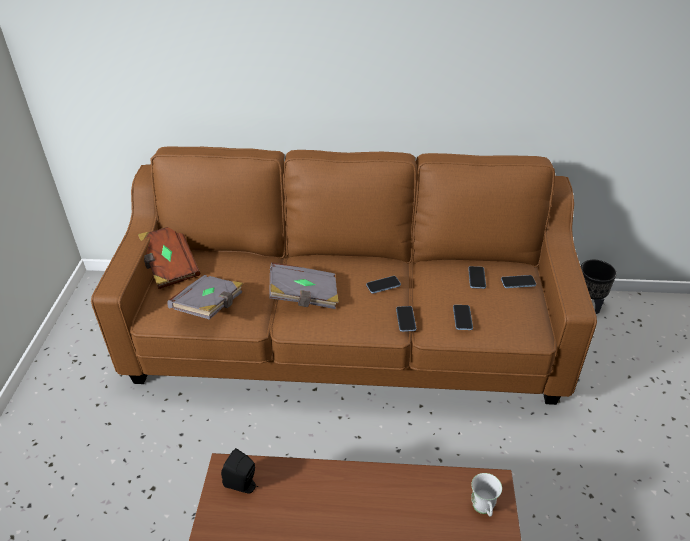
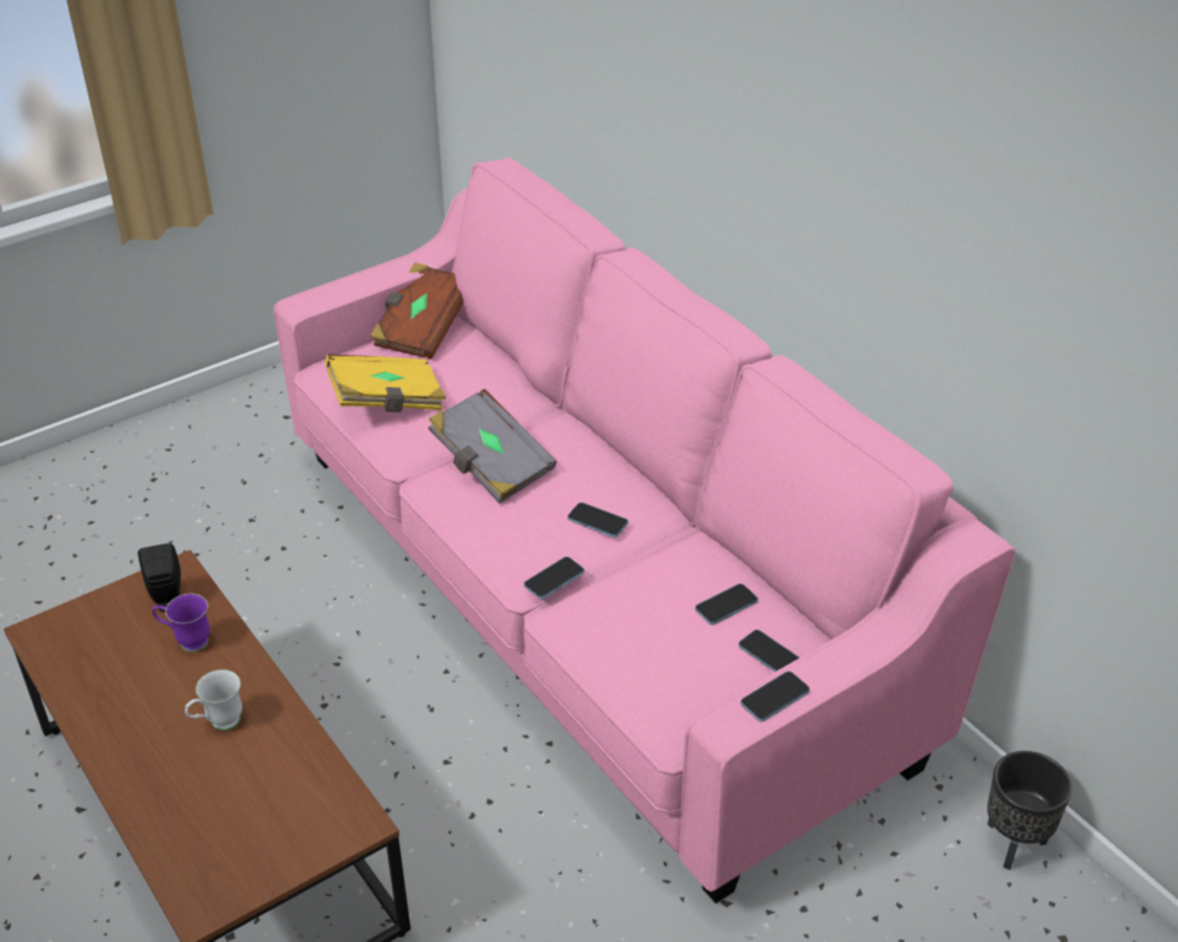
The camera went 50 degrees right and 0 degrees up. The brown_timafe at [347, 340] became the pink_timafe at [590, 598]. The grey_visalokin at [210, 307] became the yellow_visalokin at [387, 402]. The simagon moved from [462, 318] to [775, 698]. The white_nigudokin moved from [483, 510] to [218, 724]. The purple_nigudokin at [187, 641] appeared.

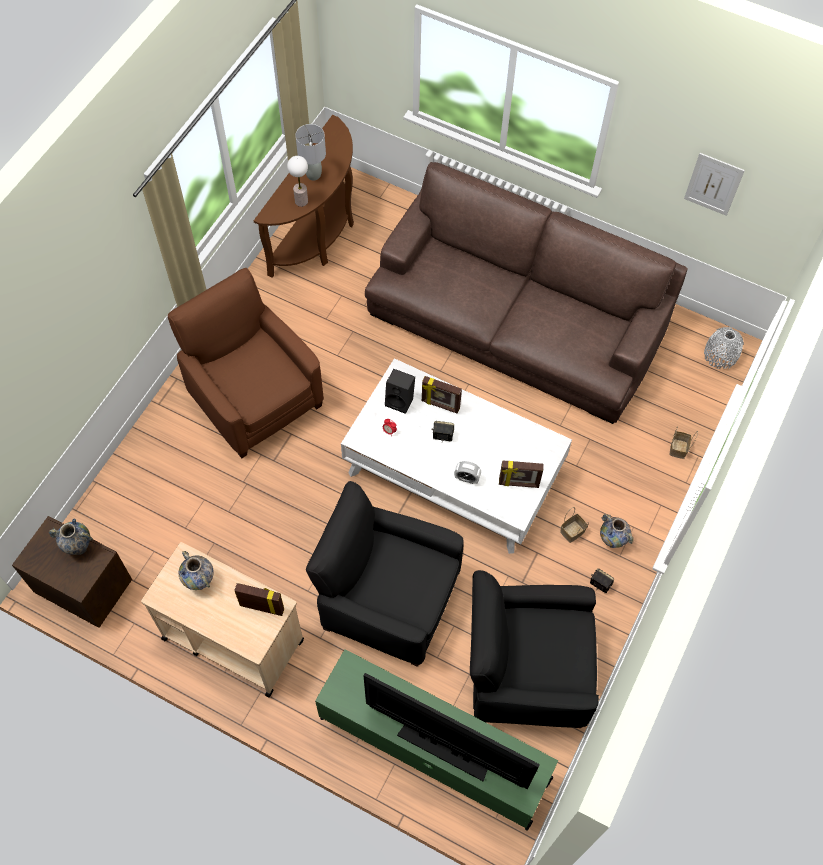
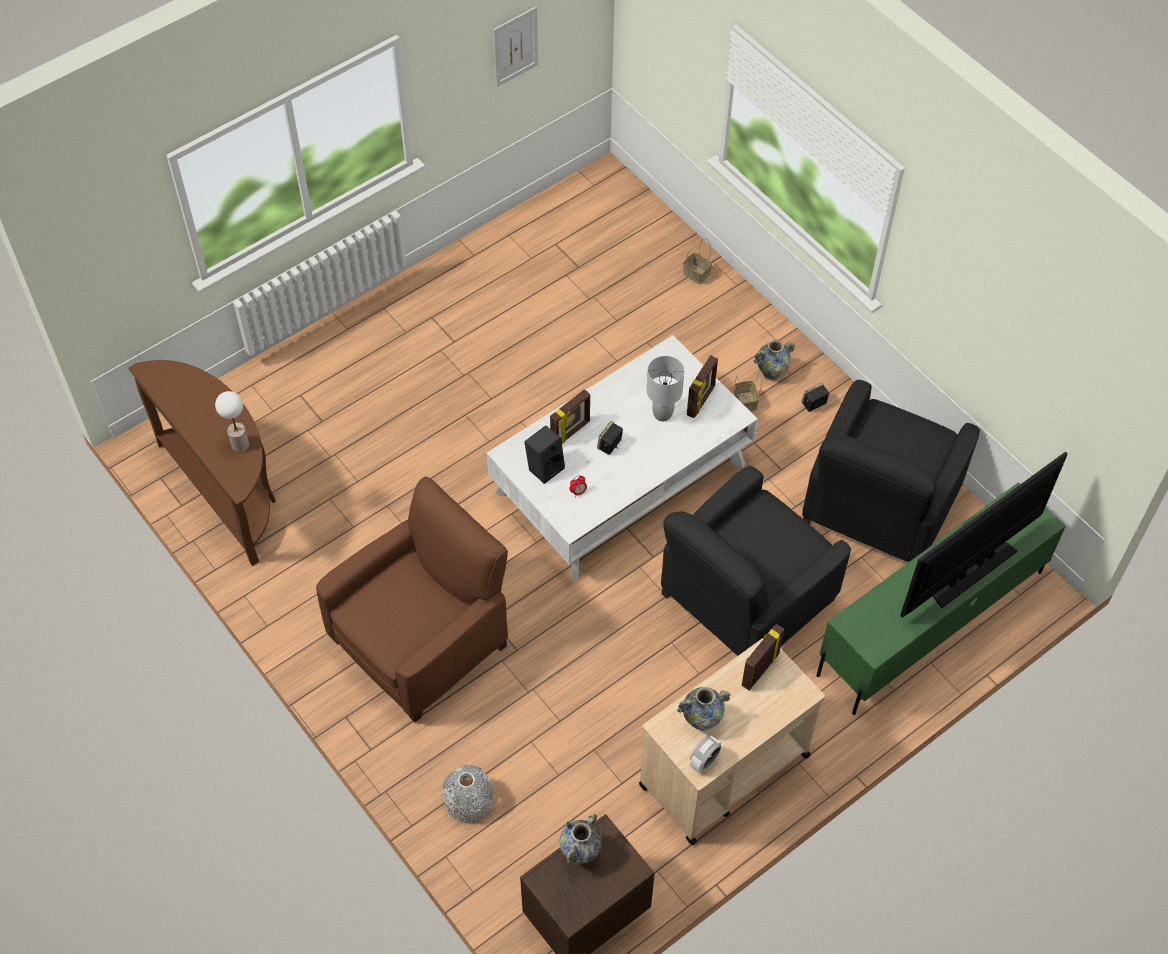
The camera went 65 degrees left and 5 degrees down. The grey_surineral moved from [313, 175] to [662, 414]. The brown_timafe at [516, 320] disappeared. The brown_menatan at [254, 398] turned 150 degrees clockwise. The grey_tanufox moved from [720, 355] to [468, 801]. The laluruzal moved from [467, 478] to [704, 761].

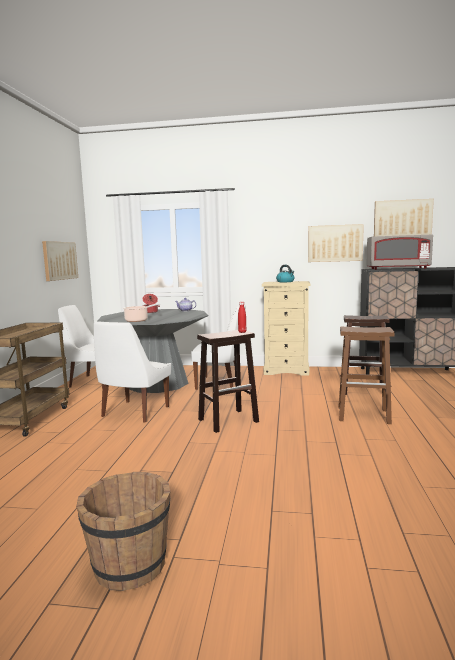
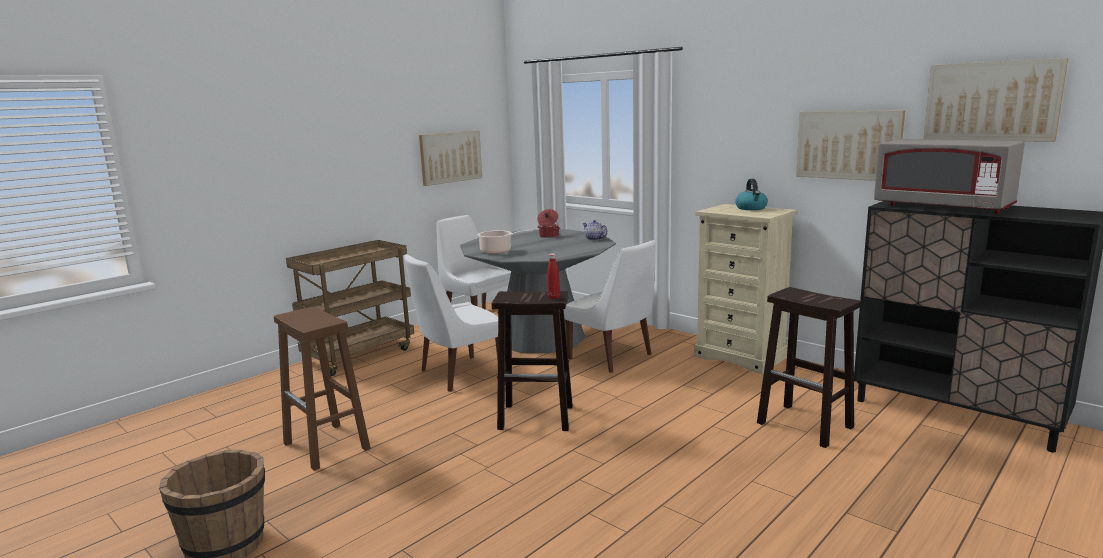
The camera went 35 degrees right and 5 degrees up. The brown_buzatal moved from [364, 415] to [327, 446].

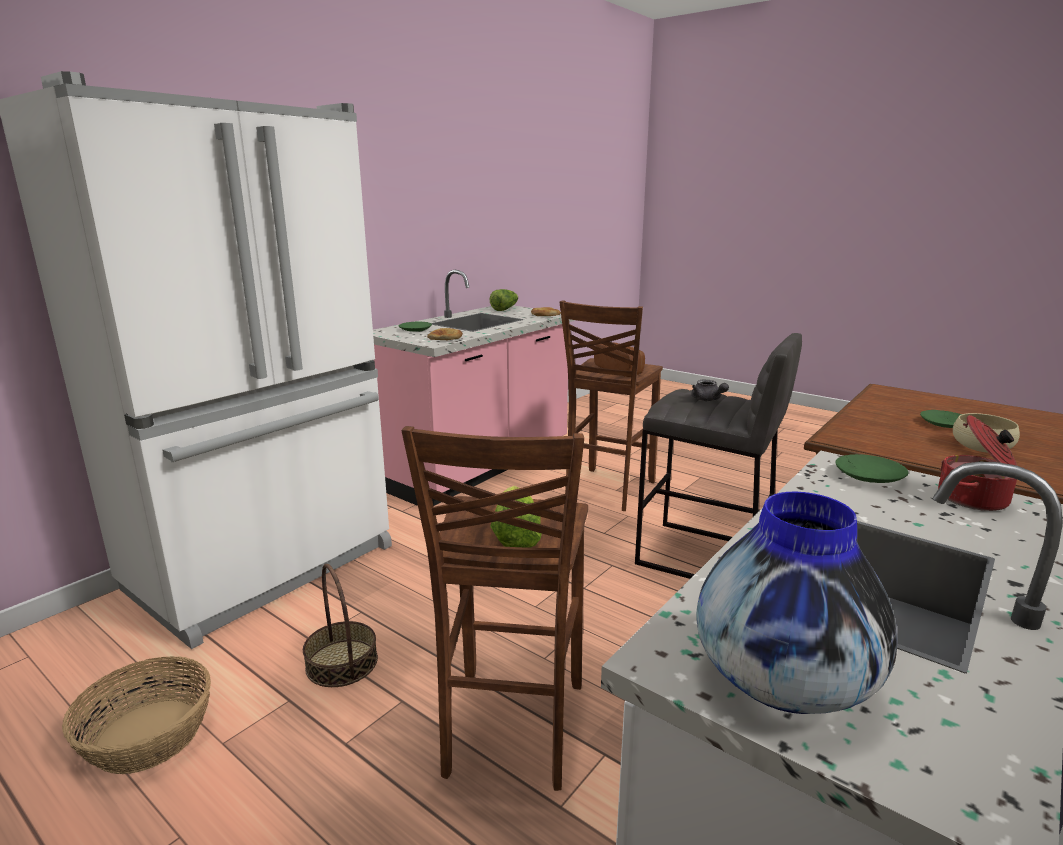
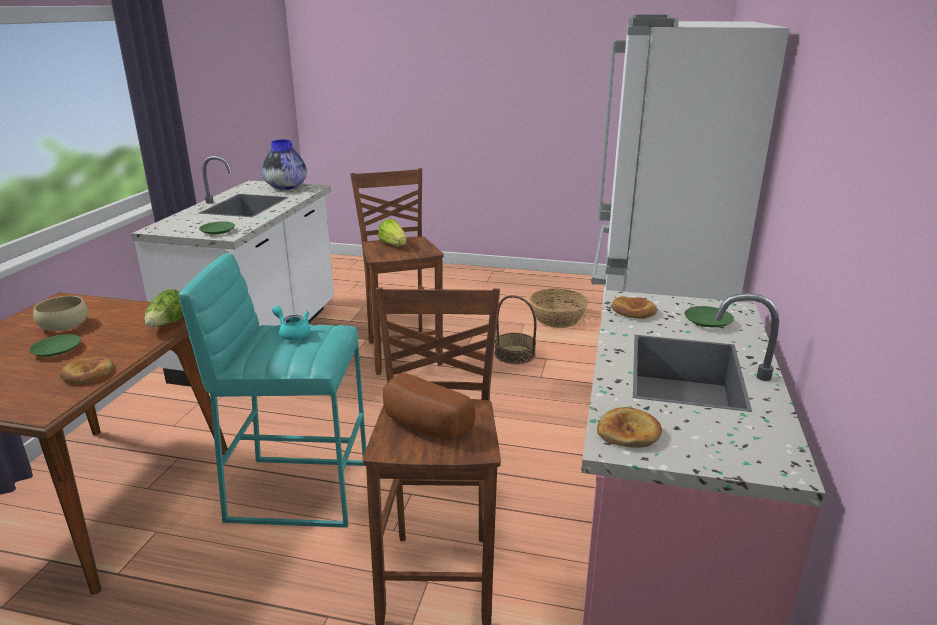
The camera went 155 degrees right and 5 degrees up. The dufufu moved from [504, 309] to [168, 324]. The grey_buzatal at [705, 557] became the turquoise_buzatal at [298, 490]. The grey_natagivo at [707, 400] became the turquoise_natagivo at [292, 333]. The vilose at [974, 499] disappeared. The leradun at [88, 374] appeared.

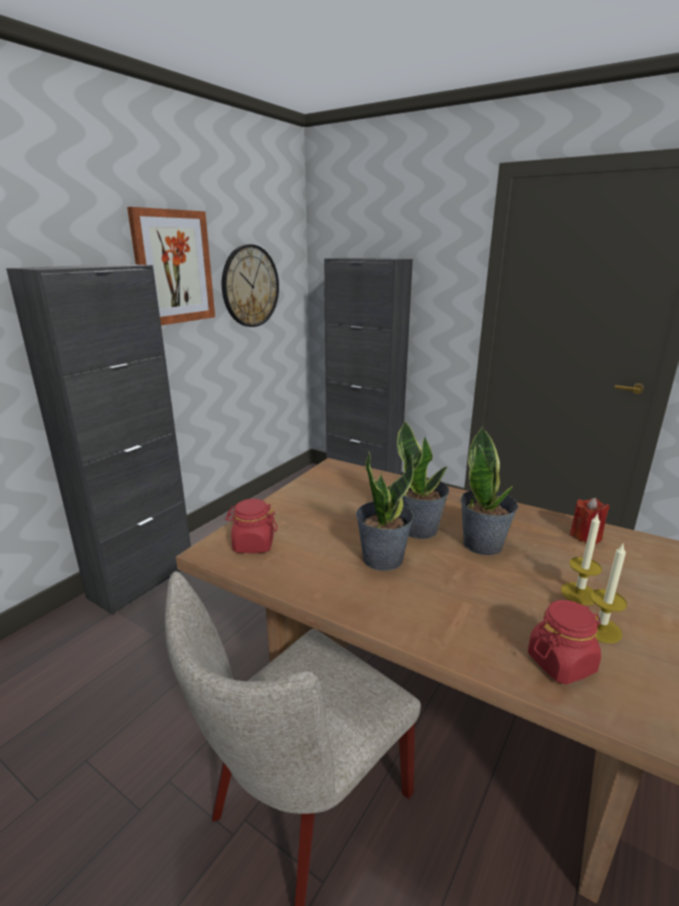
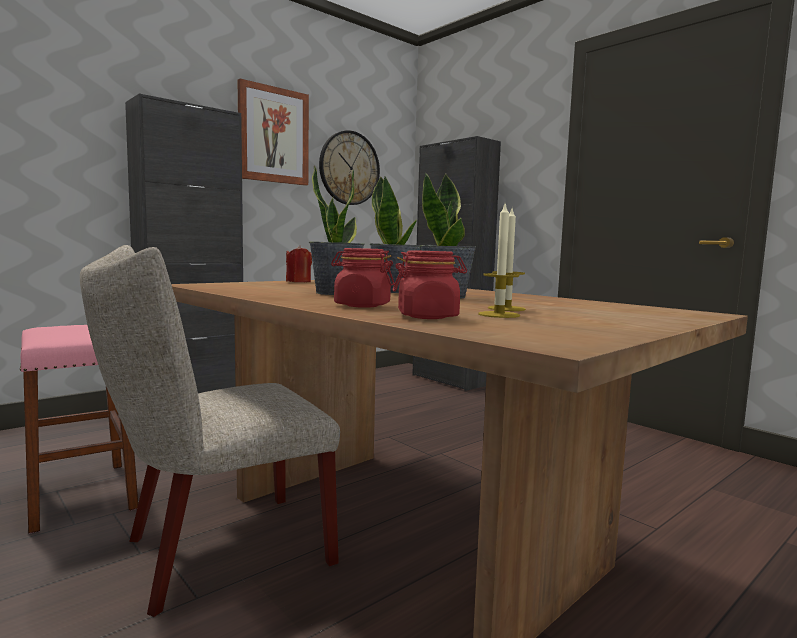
The camera went 15 degrees right and 15 degrees down. The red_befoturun moved from [585, 536] to [298, 282]. The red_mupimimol moved from [253, 544] to [362, 305]. The pink_buzatal at [81, 495] appeared.

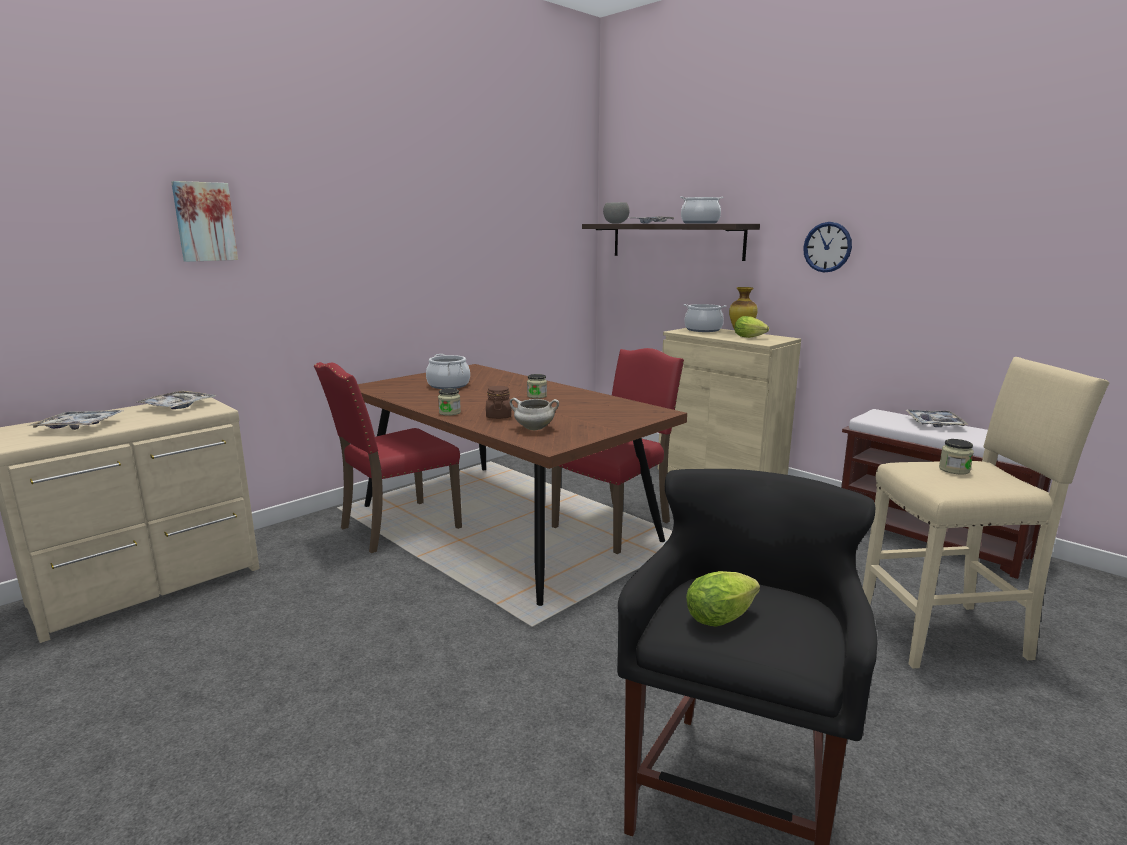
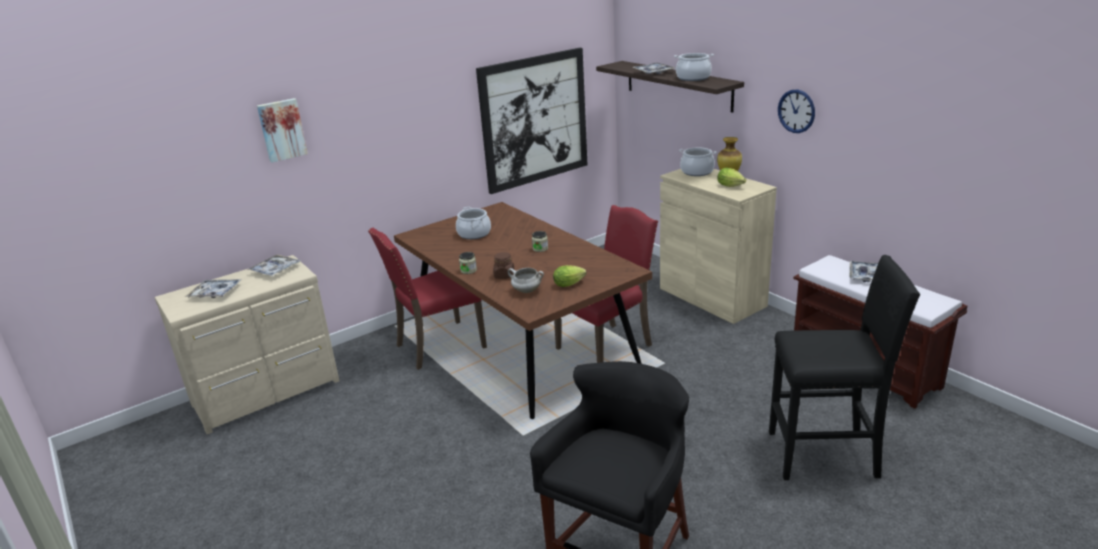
The camera went 10 degrees right and 10 degrees up. The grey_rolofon at [615, 223] disappeared. The beige_buzatal at [946, 634] became the black_buzatal at [825, 455]. The mupimimol at [954, 470] disappeared. The dufufu moved from [723, 617] to [570, 284]. The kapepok at [534, 120] appeared.

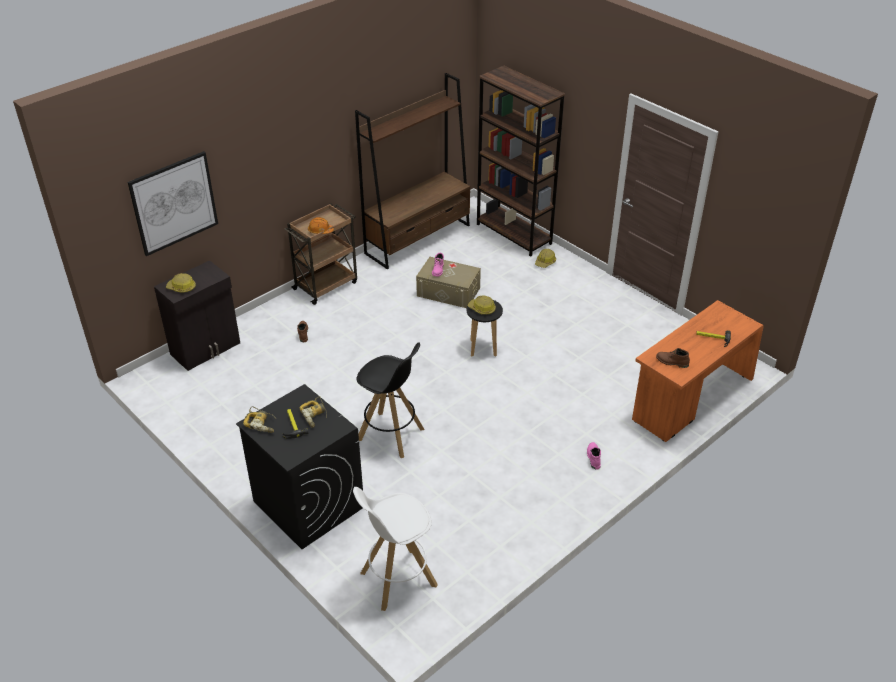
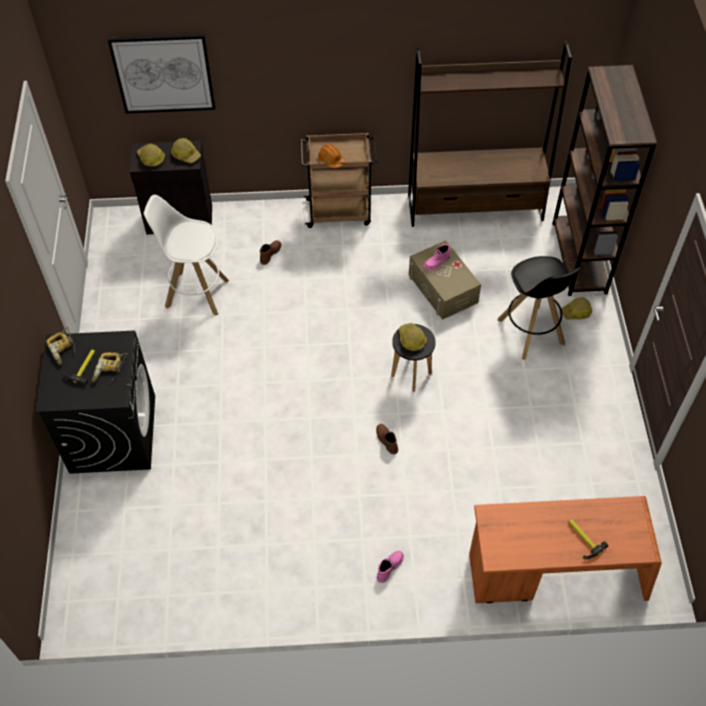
The camera went 40 degrees right and 15 degrees up. The black_buzatal moved from [391, 435] to [531, 332]. The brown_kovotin moved from [671, 362] to [386, 440]. The white_buzatal moved from [397, 579] to [196, 293]. The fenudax at [186, 154] appeared.

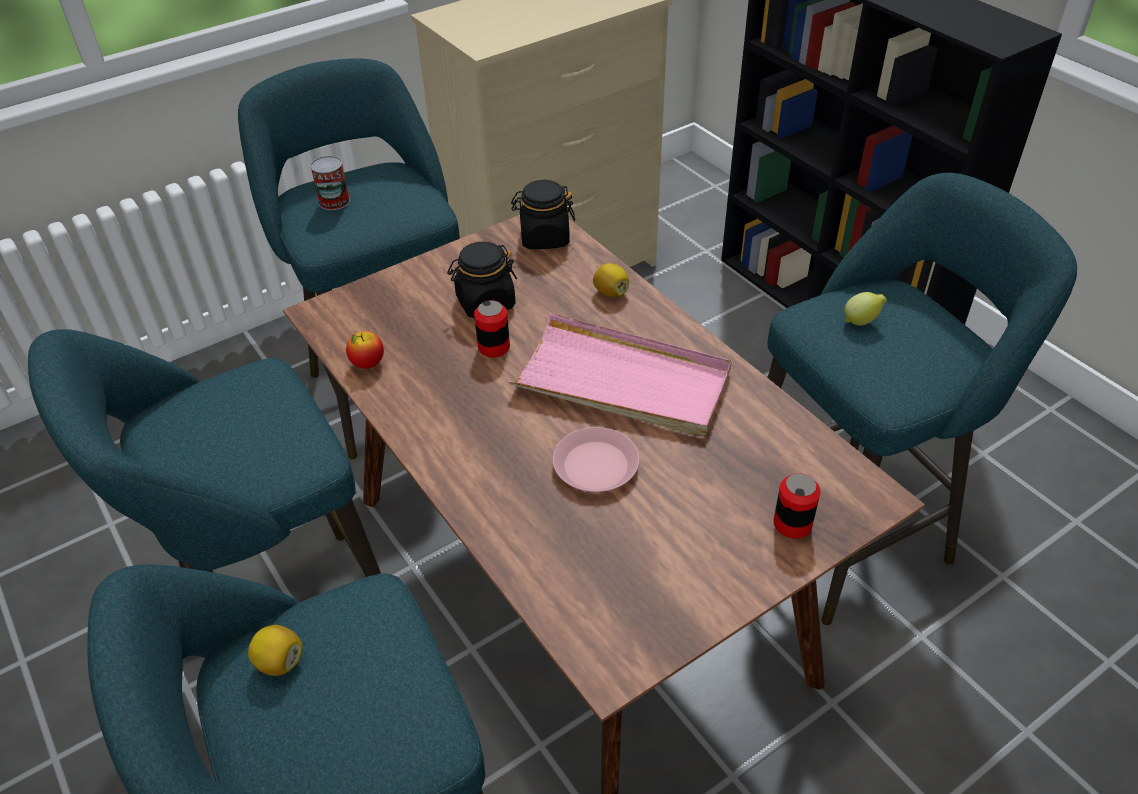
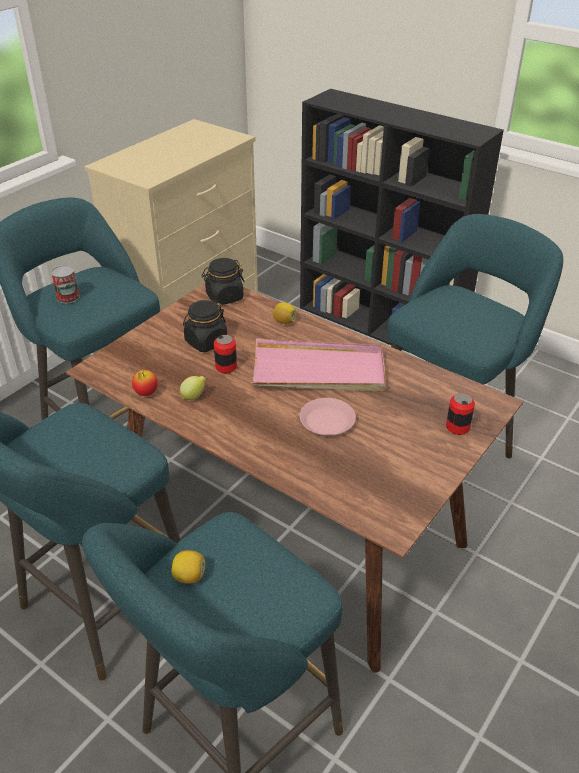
The camera went 20 degrees left and 5 degrees down. The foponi moved from [861, 321] to [194, 396].

